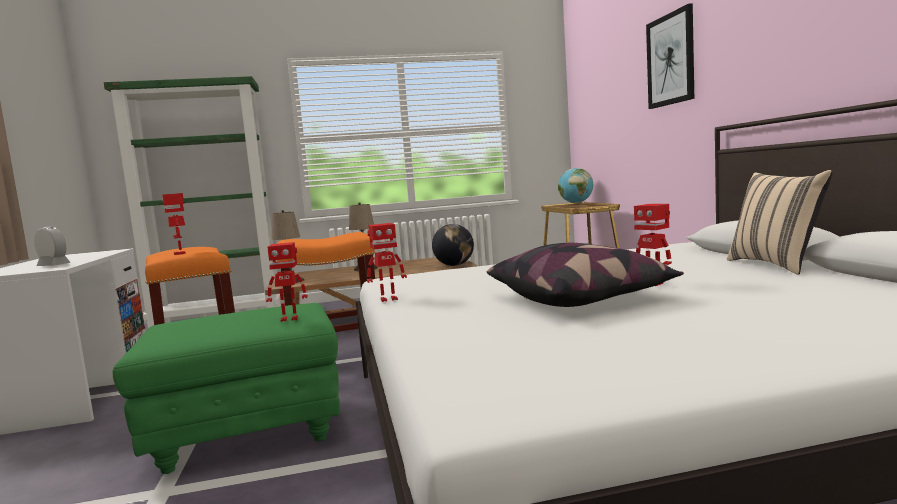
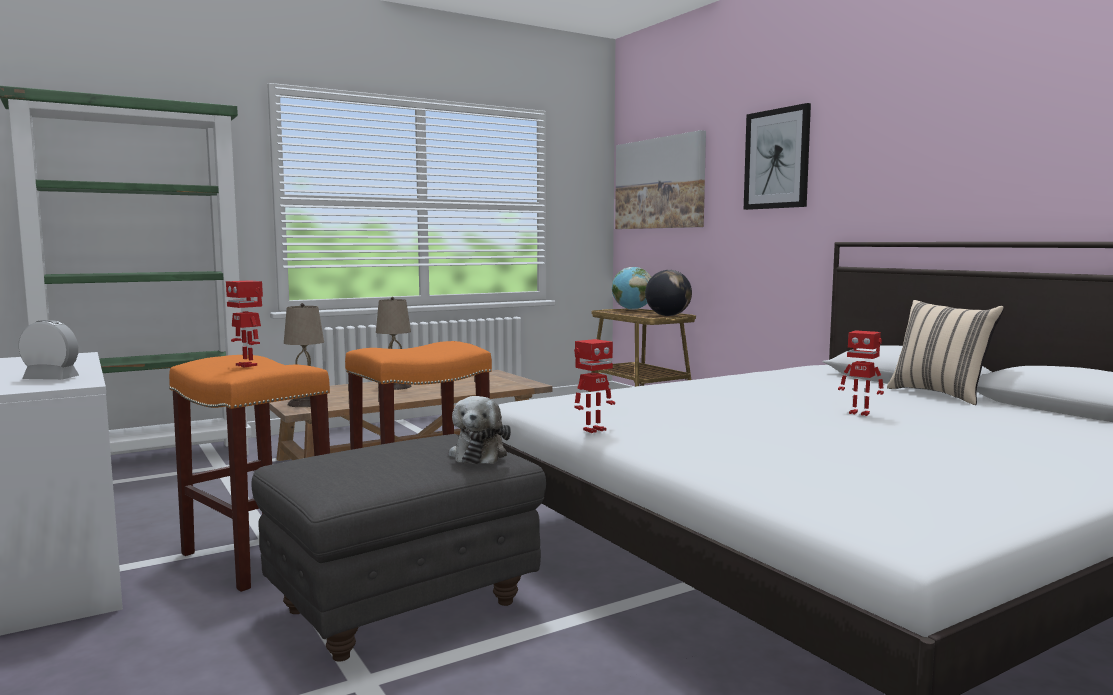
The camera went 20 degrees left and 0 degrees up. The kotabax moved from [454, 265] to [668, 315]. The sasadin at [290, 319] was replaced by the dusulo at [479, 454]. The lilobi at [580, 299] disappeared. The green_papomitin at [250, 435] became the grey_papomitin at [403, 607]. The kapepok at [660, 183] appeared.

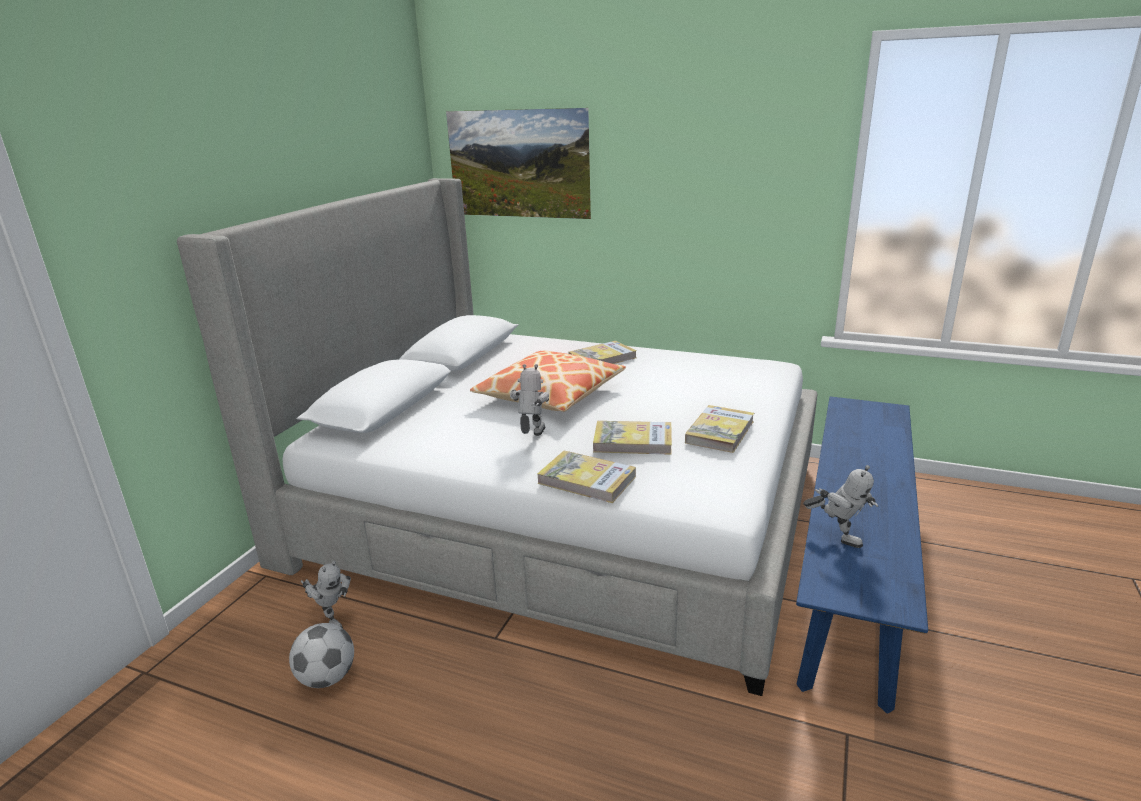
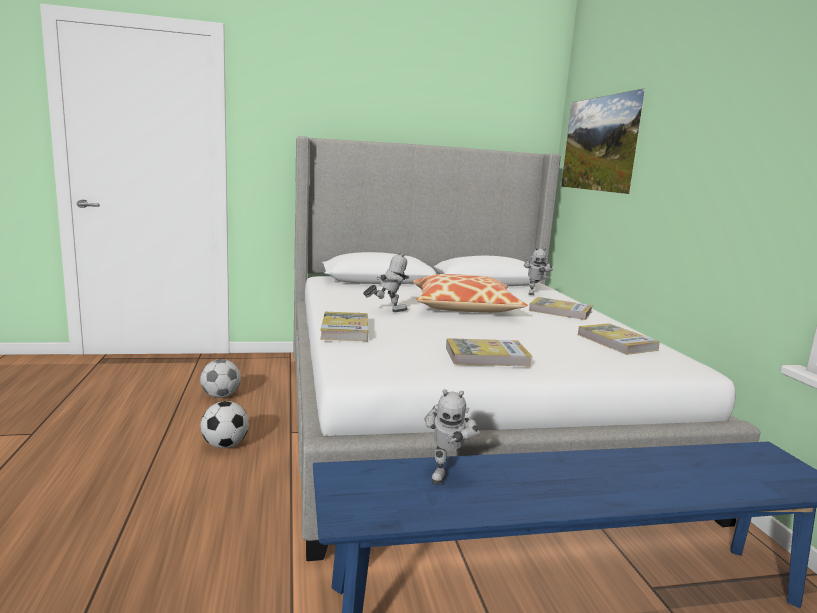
The camera went 55 degrees right and 10 degrees down. The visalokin moved from [633, 441] to [616, 342]. The sasadin moved from [332, 619] to [533, 293]. The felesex at [225, 445] appeared.

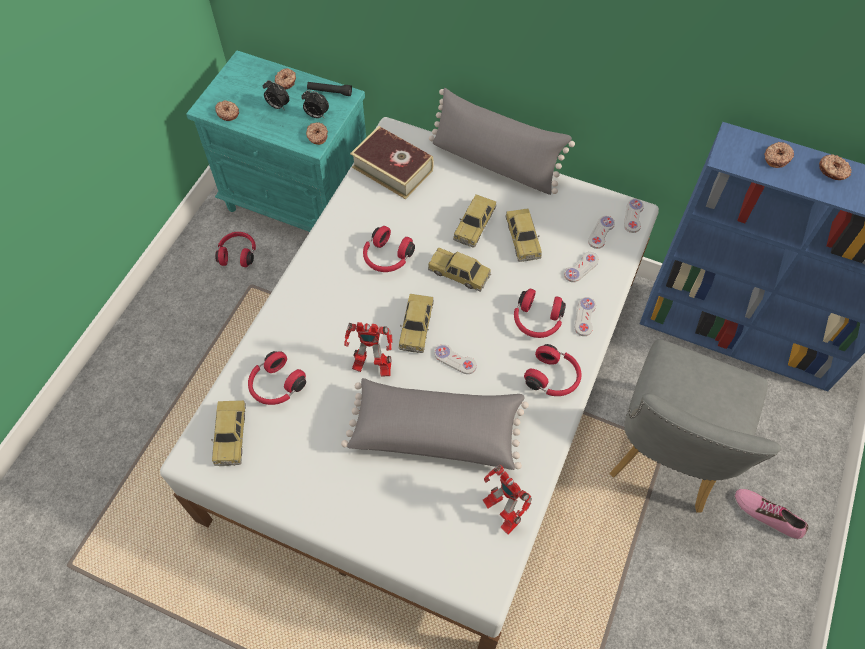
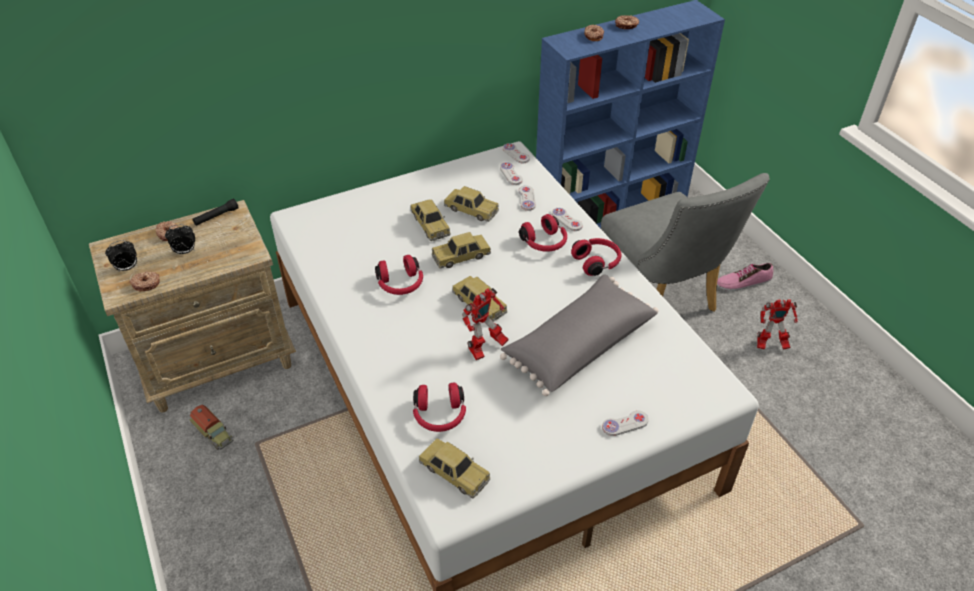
The camera went 50 degrees left and 15 degrees down. The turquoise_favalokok at [299, 201] became the beige_favalokok at [219, 359]. The grey_lilobi at [495, 163] disappeared. The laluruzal moved from [316, 115] to [127, 268]. The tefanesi at [317, 136] disappeared. The visalokin at [392, 169] disappeared. The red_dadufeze at [238, 253] was replaced by the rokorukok at [213, 433]. The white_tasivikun moved from [455, 360] to [625, 424]. The sasadin moved from [500, 511] to [770, 345].

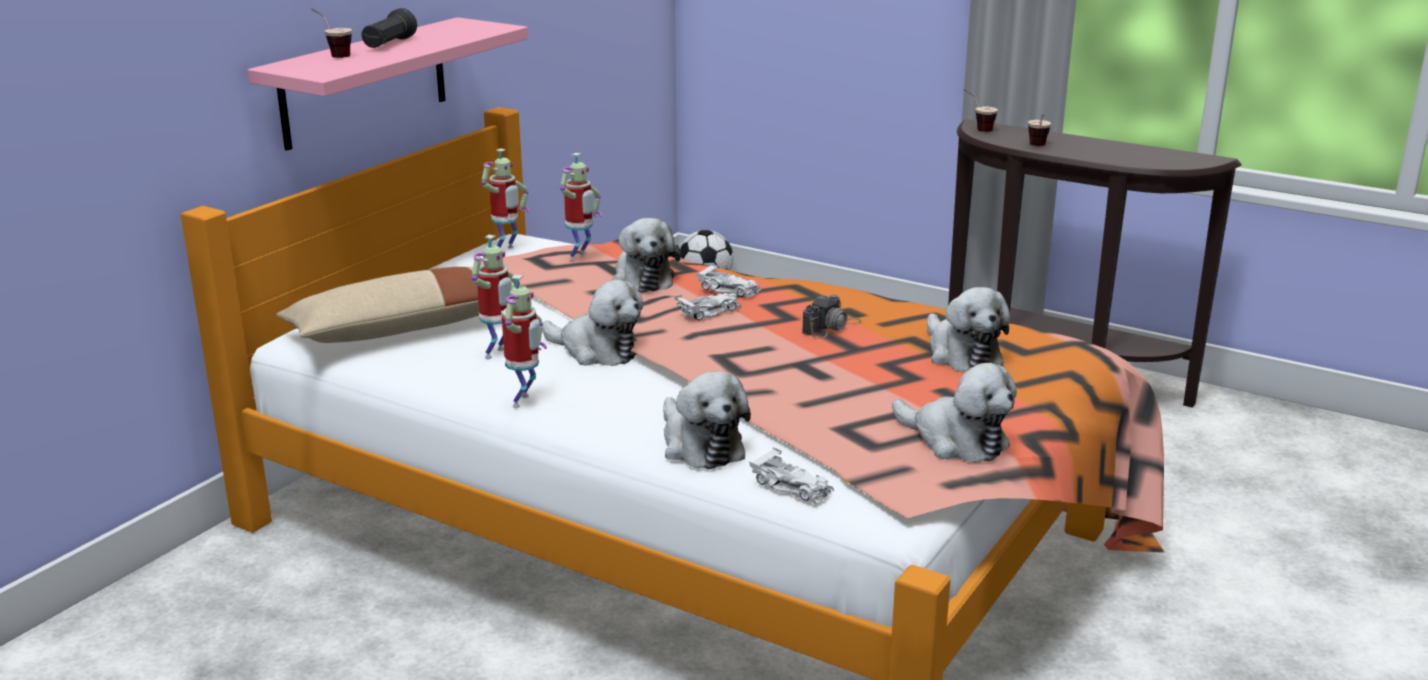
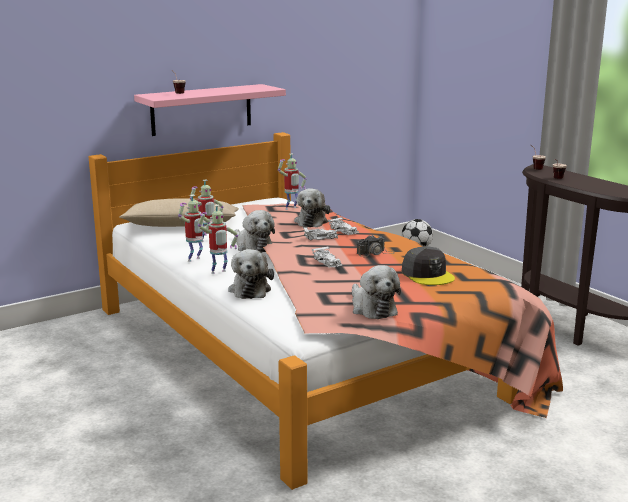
The camera went 25 degrees right and 5 degrees down. The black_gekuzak at [389, 44] disappeared. The sasadin moved from [506, 251] to [219, 272]. The dusulo at [961, 354] was replaced by the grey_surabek at [427, 275]. The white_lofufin moved from [793, 486] to [327, 262].

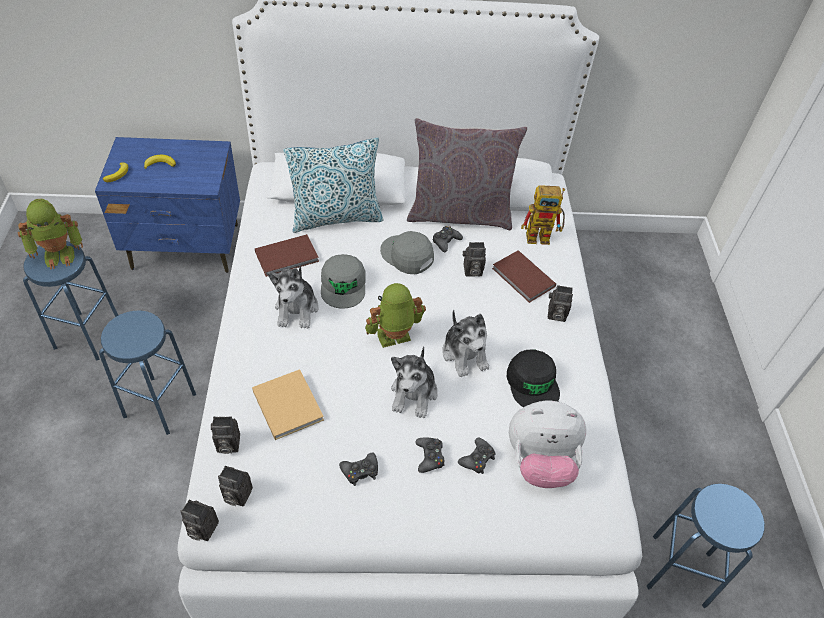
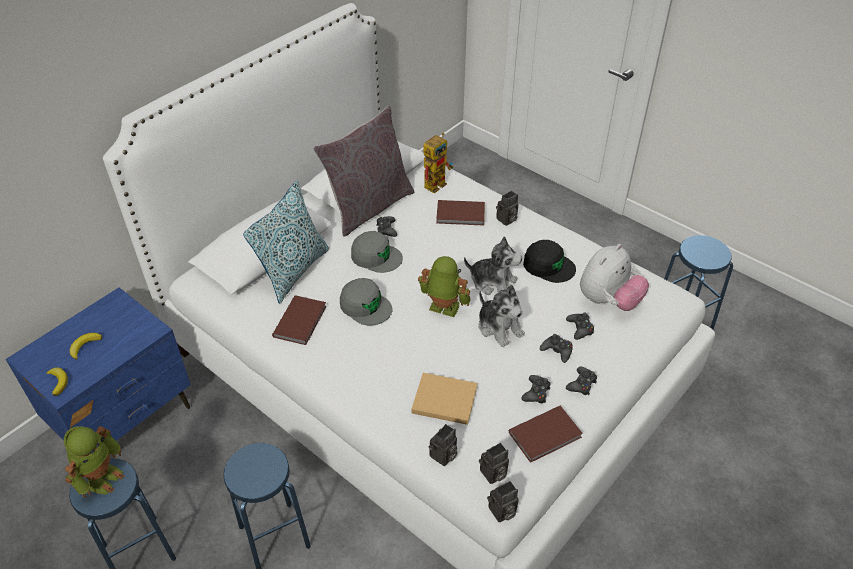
The camera went 45 degrees left and 5 degrees down. The grey_surabek at [407, 255] turned 150 degrees counterclockwise. The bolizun at [471, 271] disappeared. The dusulo at [297, 309] disappeared. The sasadin at [394, 338] turned 90 degrees clockwise. The black_tasivikun at [581, 384] appeared. The brown_visalokin at [546, 435] appeared.

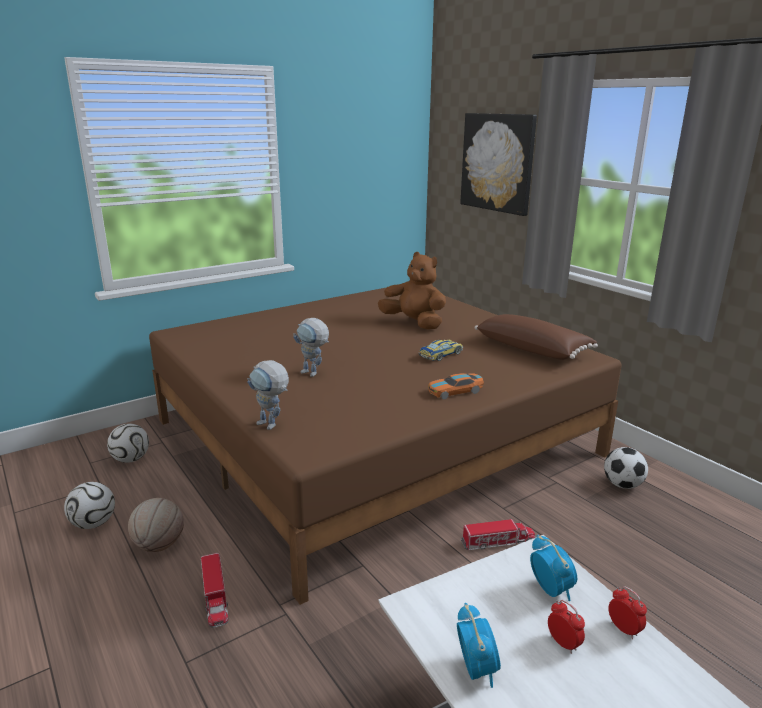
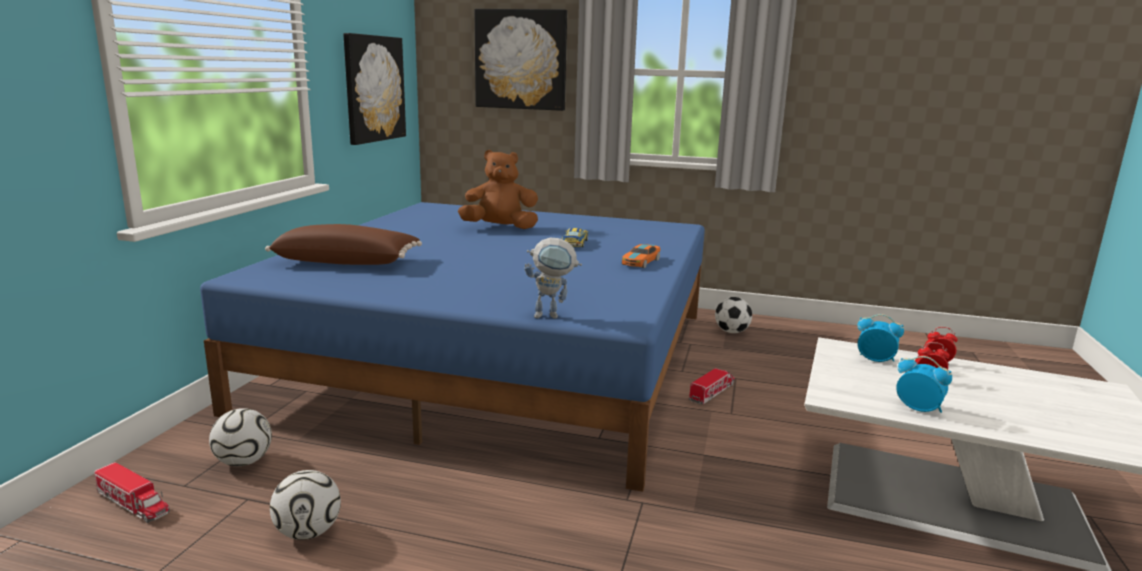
The camera went 40 degrees left and 5 degrees down. The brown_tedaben at [373, 437] became the blue_tedaben at [500, 358]. The brown_lilobi moved from [533, 349] to [347, 262]. The sasadin at [313, 374] disappeared. The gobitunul at [159, 545] disappeared. The rokorukok moved from [215, 597] to [133, 504]. The kapepok at [374, 88] appeared.

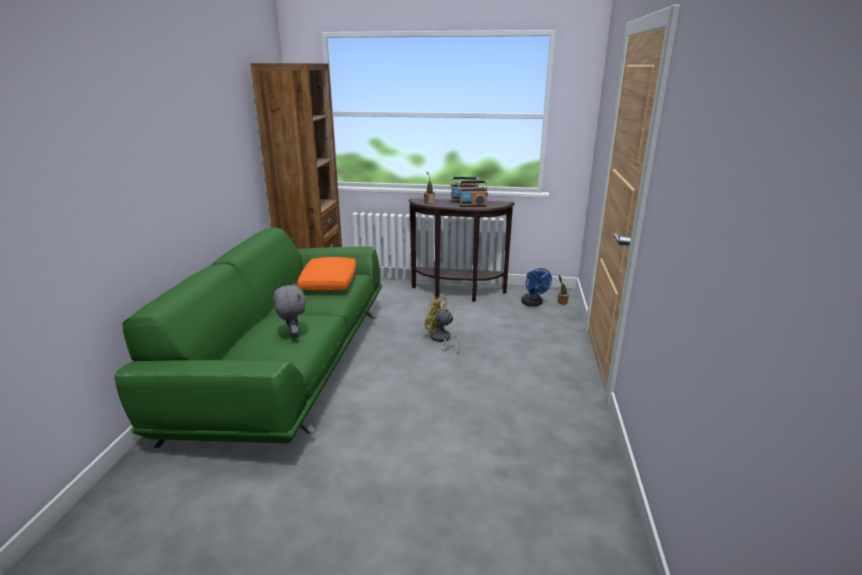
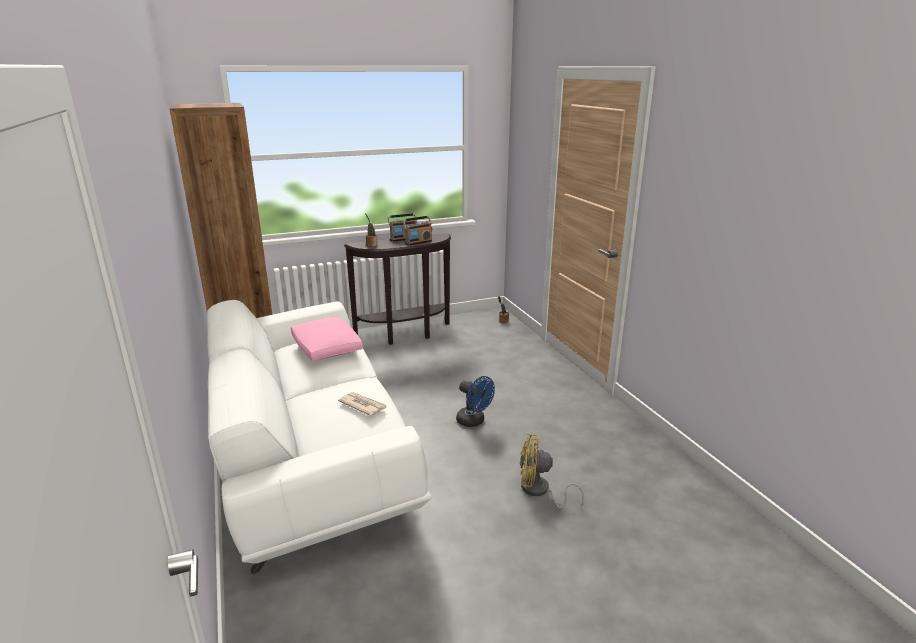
The camera went 30 degrees left and 0 degrees up. The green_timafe at [286, 367] became the white_timafe at [309, 451]. The orange_lilobi at [329, 283] became the pink_lilobi at [326, 348]. The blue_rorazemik moved from [533, 304] to [474, 421]. The grey_dusulo at [293, 335] was replaced by the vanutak at [362, 405]. The yellow_rorazemik moved from [441, 340] to [539, 491].

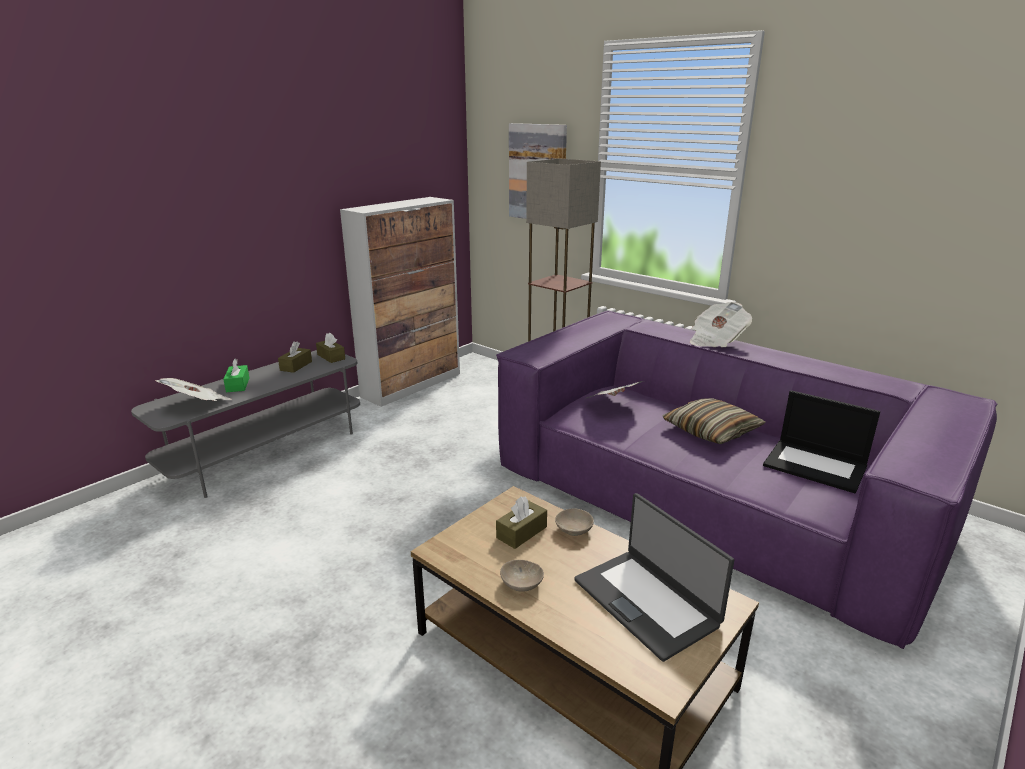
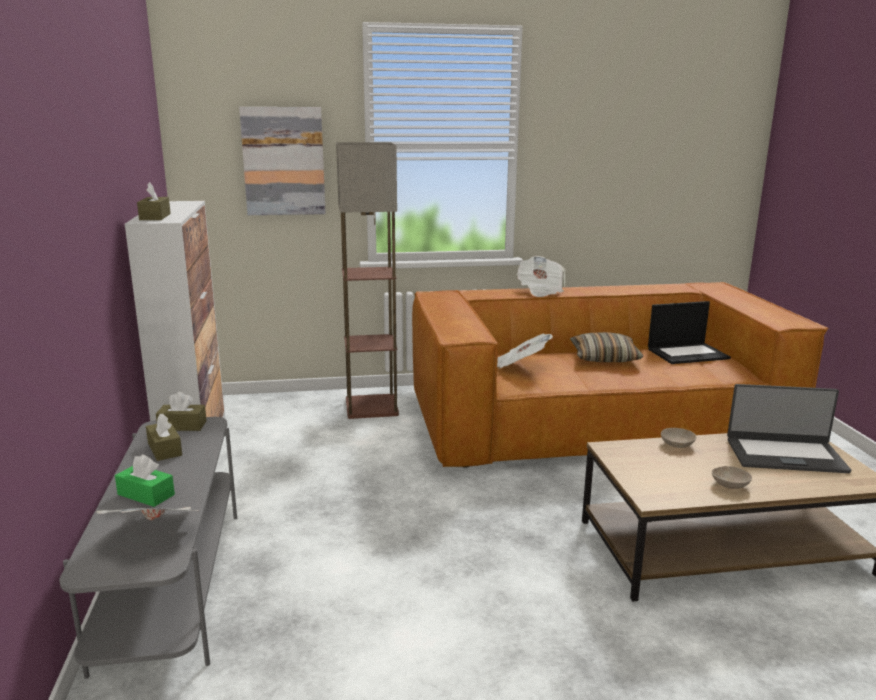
The camera went 50 degrees left and 5 degrees down. The purple_timafe at [709, 499] became the brown_timafe at [595, 421]. The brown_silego moved from [521, 532] to [155, 217].

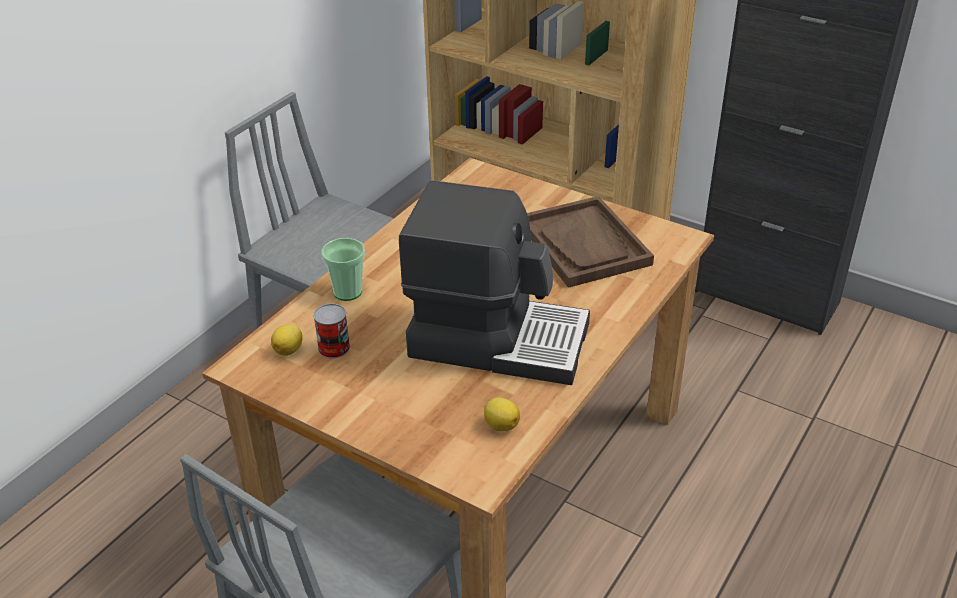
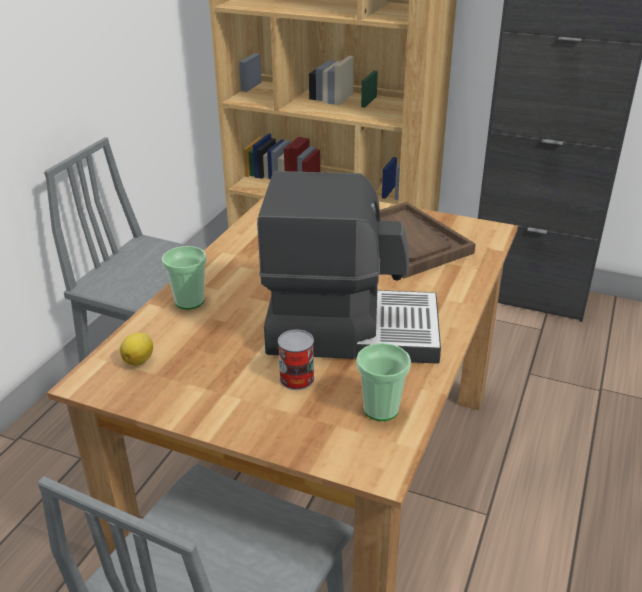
The camera went 10 degrees left and 5 degrees down. The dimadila moved from [334, 348] to [297, 378]. The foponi at [501, 425] was replaced by the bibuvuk at [381, 409].

